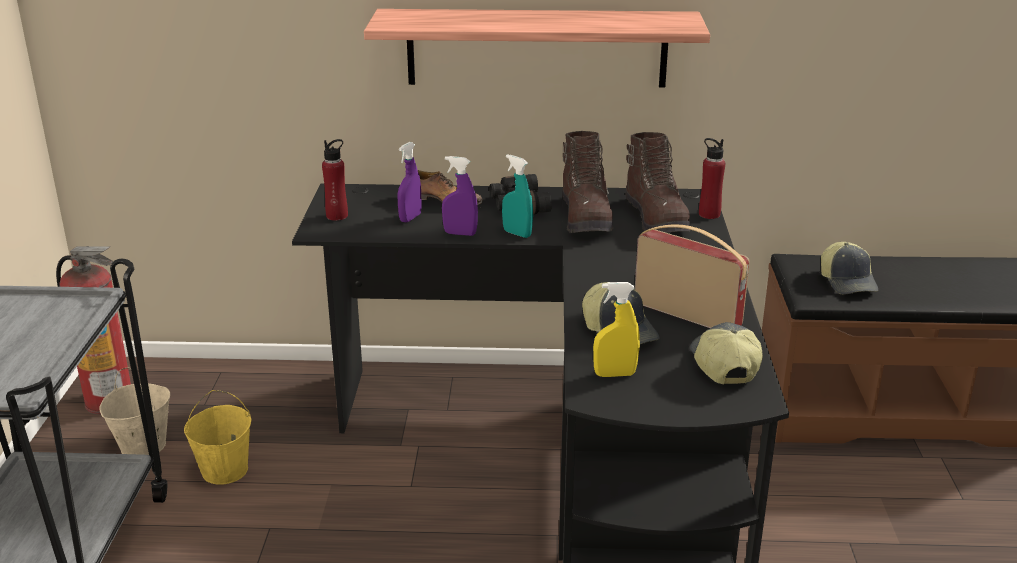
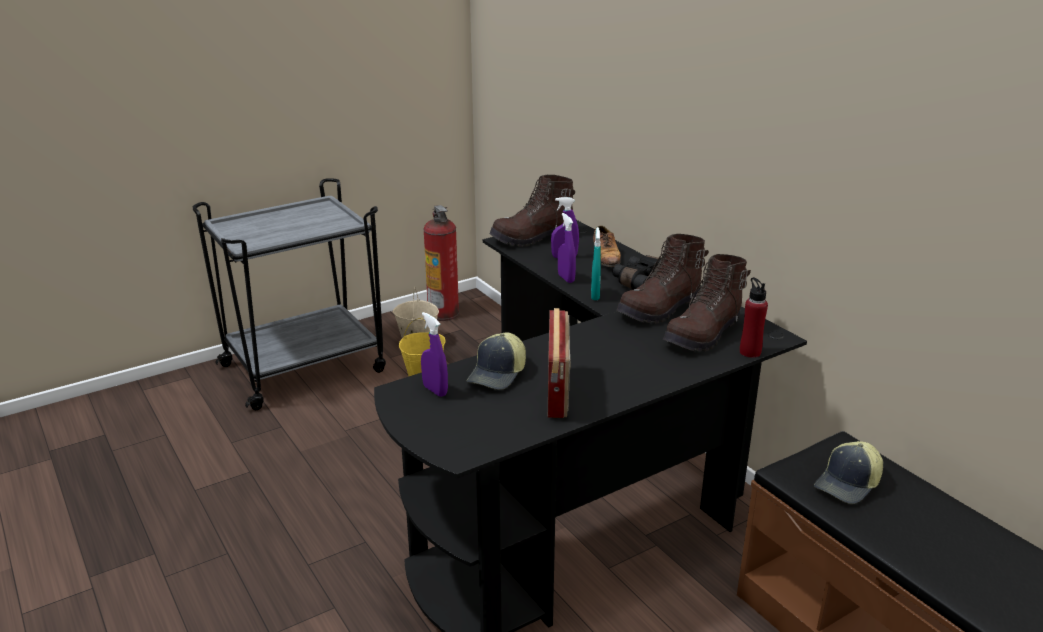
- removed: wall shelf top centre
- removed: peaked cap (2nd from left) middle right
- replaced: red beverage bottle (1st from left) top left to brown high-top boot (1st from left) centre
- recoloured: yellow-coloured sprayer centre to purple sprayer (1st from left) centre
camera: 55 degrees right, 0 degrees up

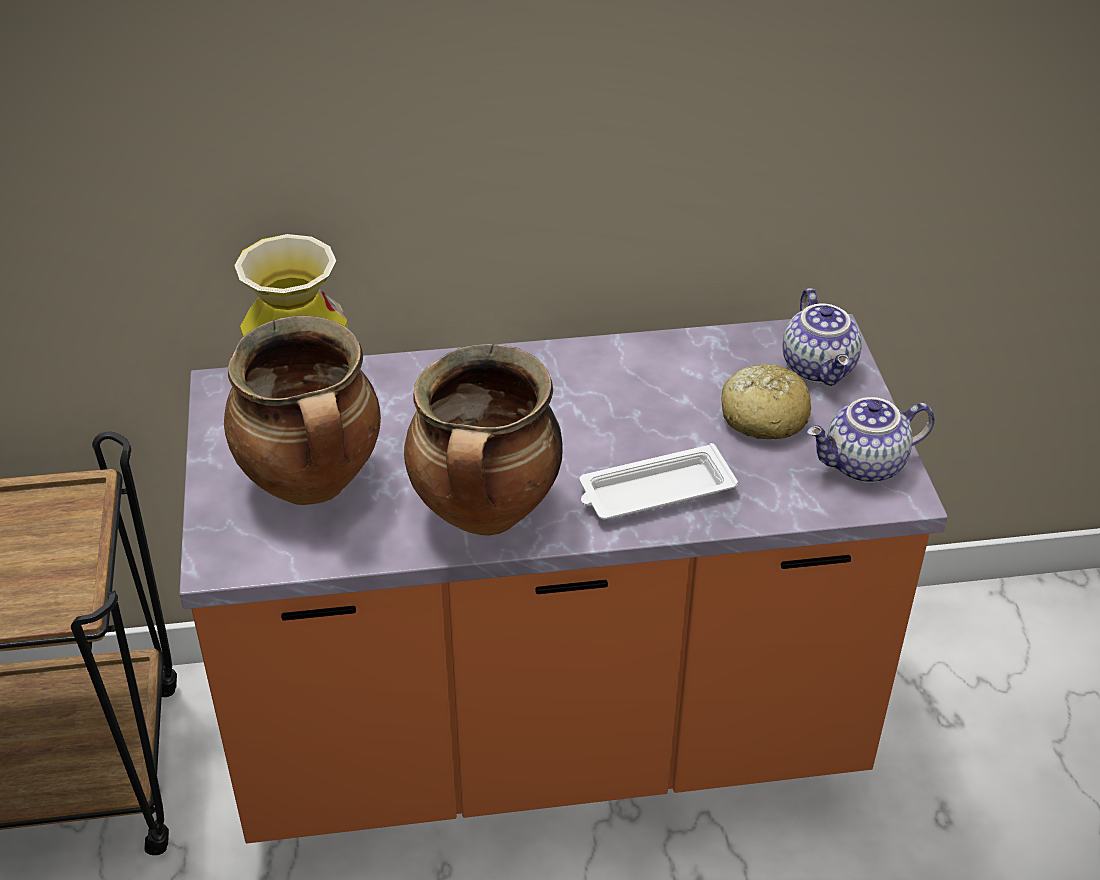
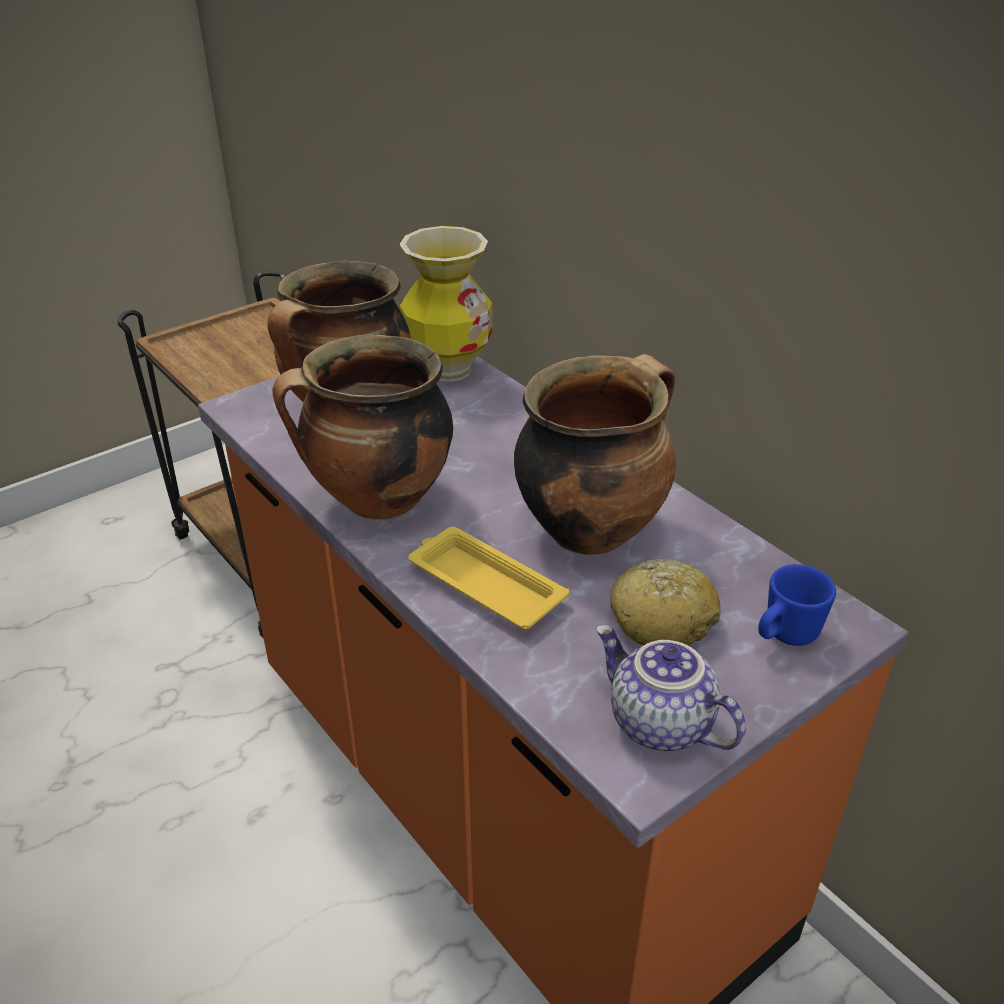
- added: saucepot (3rd from left) centre
- replaced: pot for tea (1st from left) middle right to blue tea mug middle right
- recoloured: whitish serving tray centre to yellow-coloured serving tray centre
camera: 60 degrees right, 5 degrees down

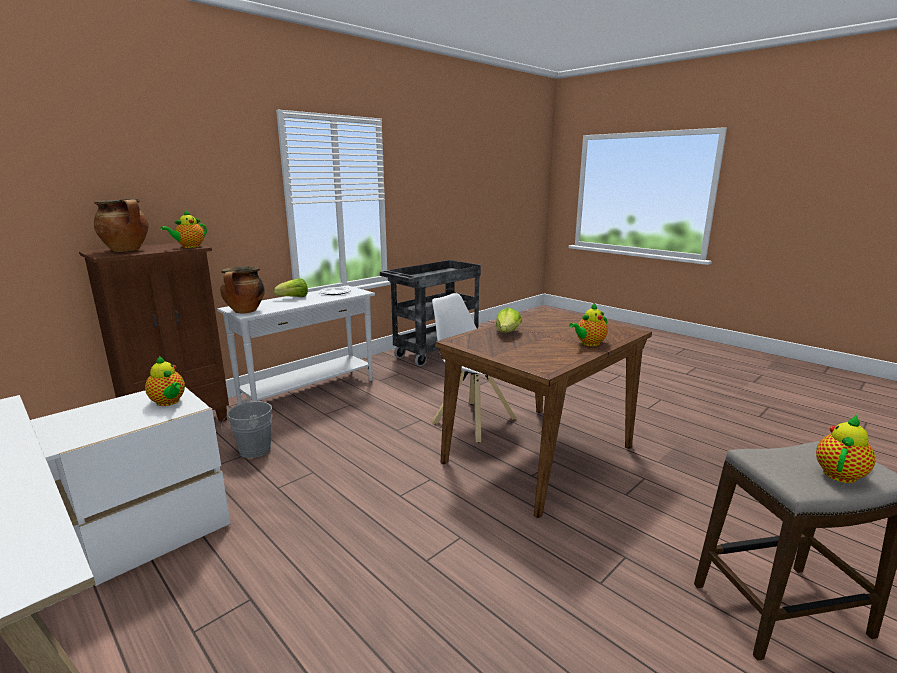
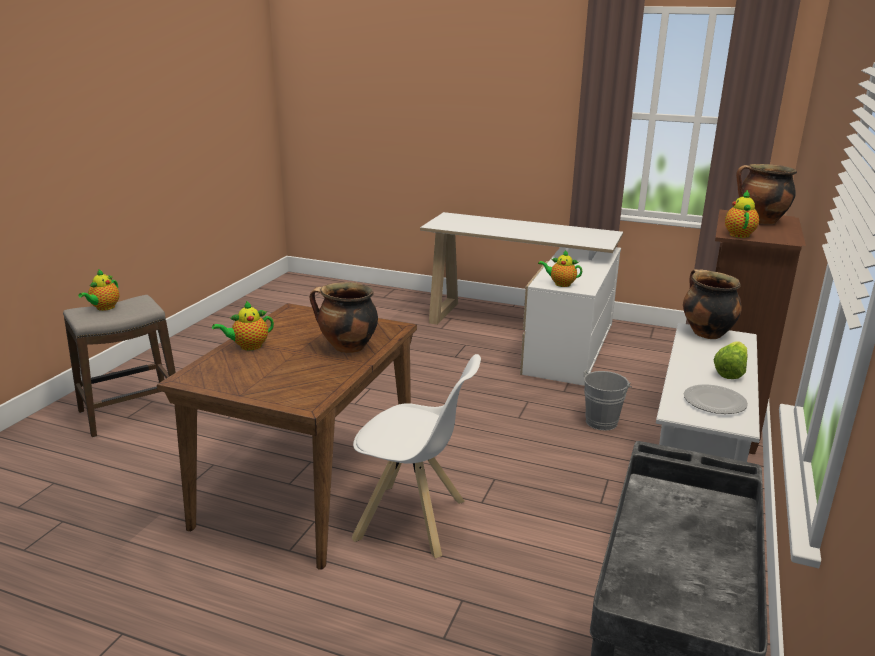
- replaced: head of lettuce (2nd from left) centre to saucepot (1st from left) centre
- turned: pot for tea (3rd from left in the first image) centre = middle left 150 degrees counterclockwise
camera: 155 degrees right, 5 degrees up

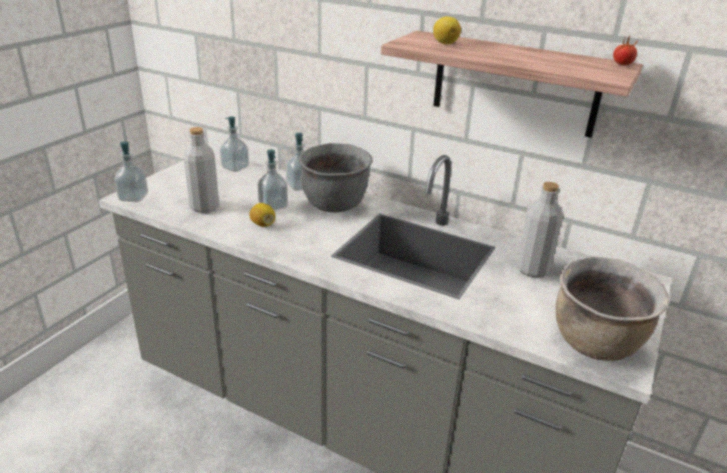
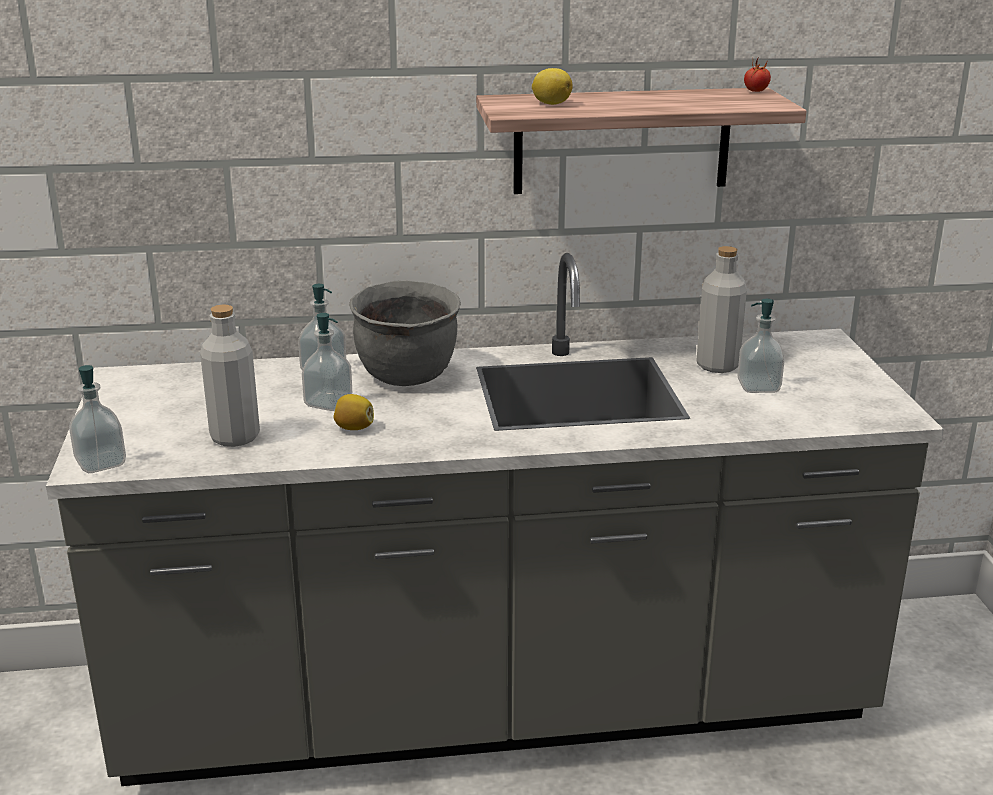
- removed: brown saucepot middle right
- moved: soap bottle (2nd from left in the first image) top left to soap bottle (4th from left) middle right
camera: 35 degrees left, 5 degrees down

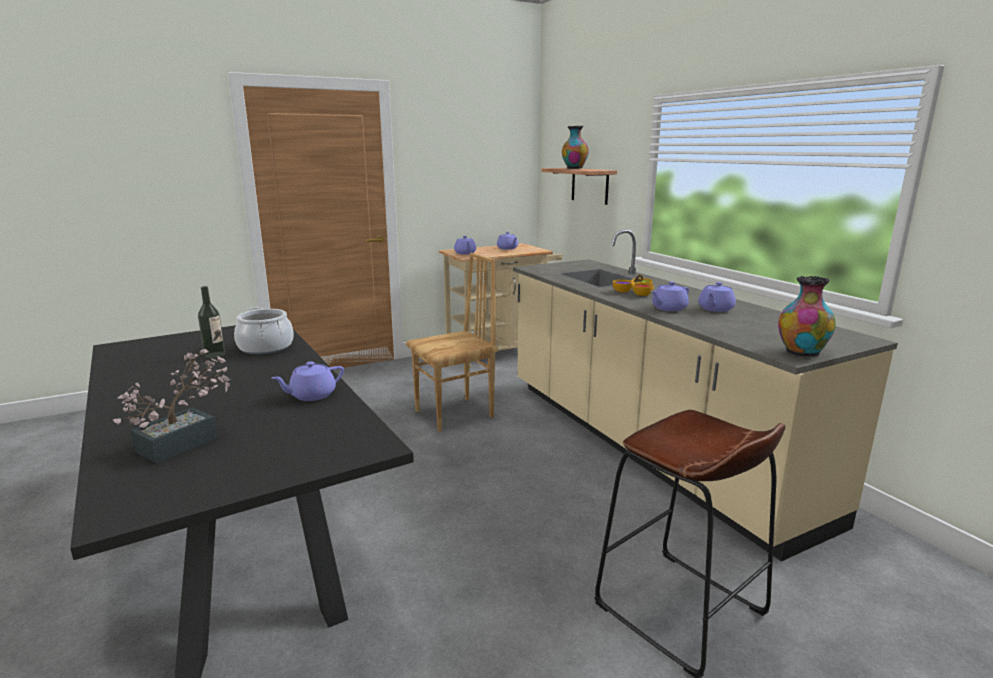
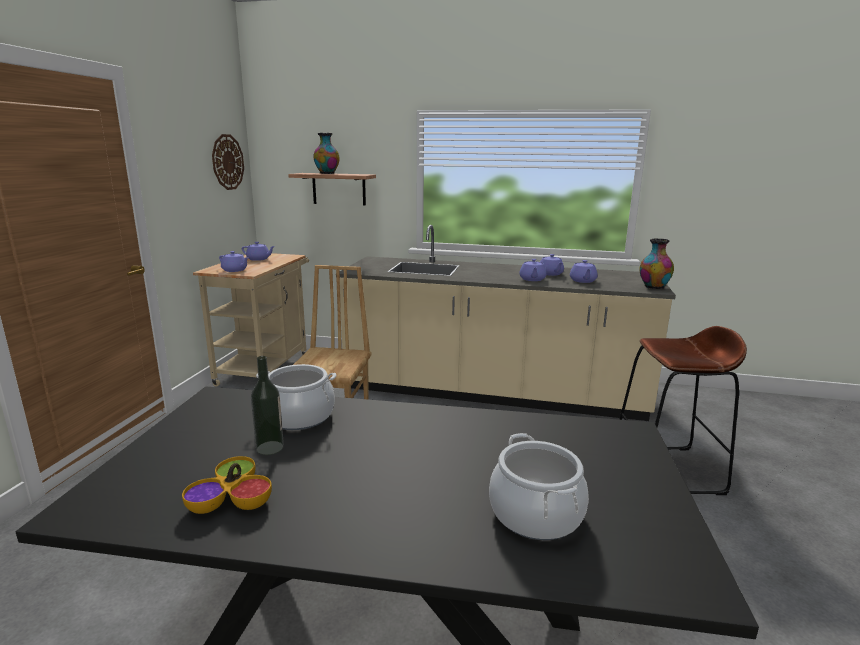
- added: wall clock top left
- moved: purple pot for tea (1st from left in the first image) middle left to purple pot for tea (5th from left) middle right
- moved: serving bowl centre to bottom left
- replaced: plant in a pot middle left to saucepot (2nd from left) bottom centre
camera: 50 degrees left, 0 degrees up

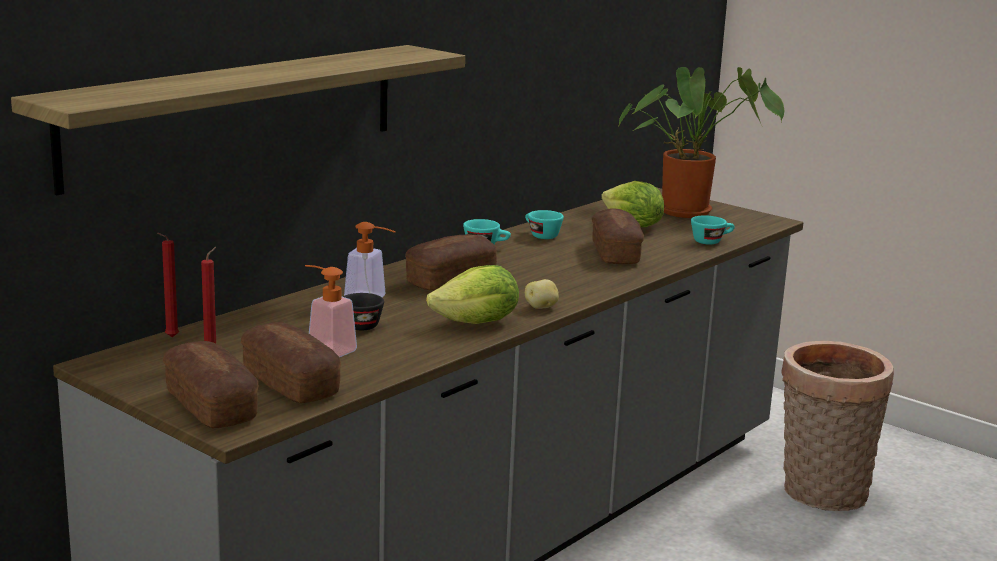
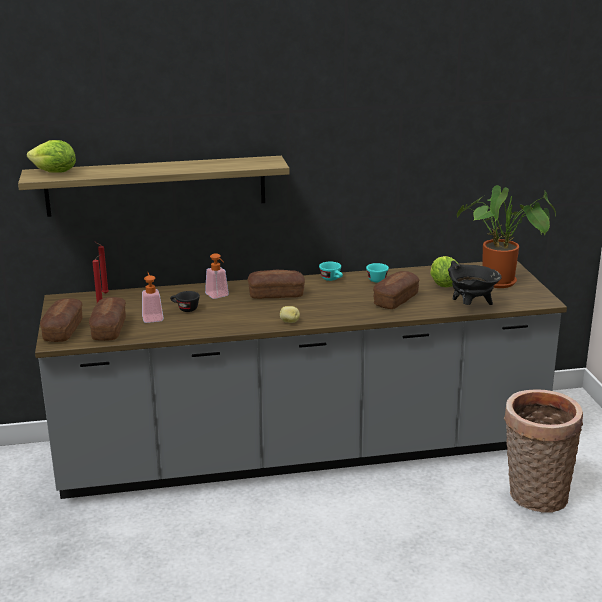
- moved: head of lettuce (1st from left) centre to top left
- replaced: turquoise-coloured drinking cup (3rd from left) middle right to black-coloured saucepot middle right
camera: 40 degrees right, 5 degrees up

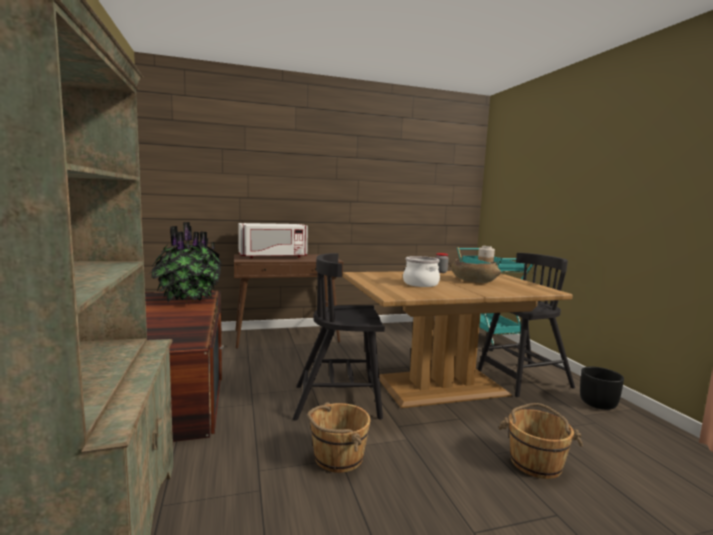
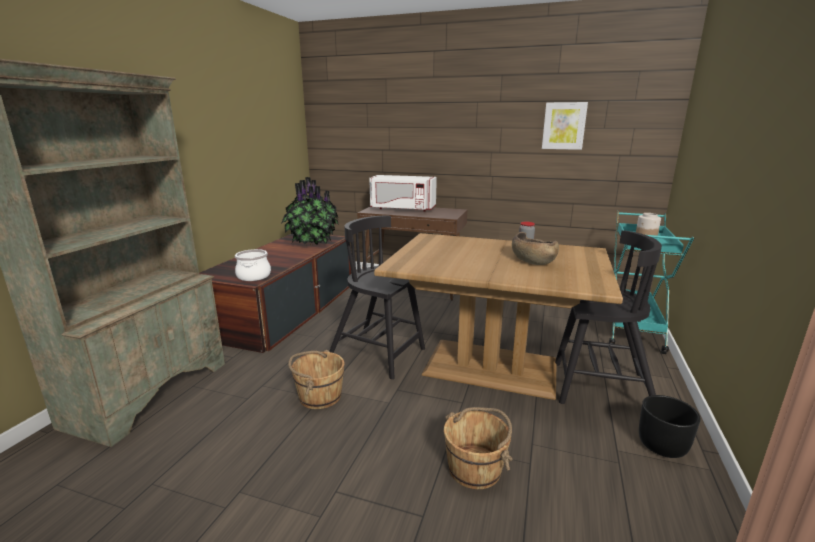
- added: picture top right
- moved: saucepot centre to middle left
camera: 35 degrees right, 10 degrees up

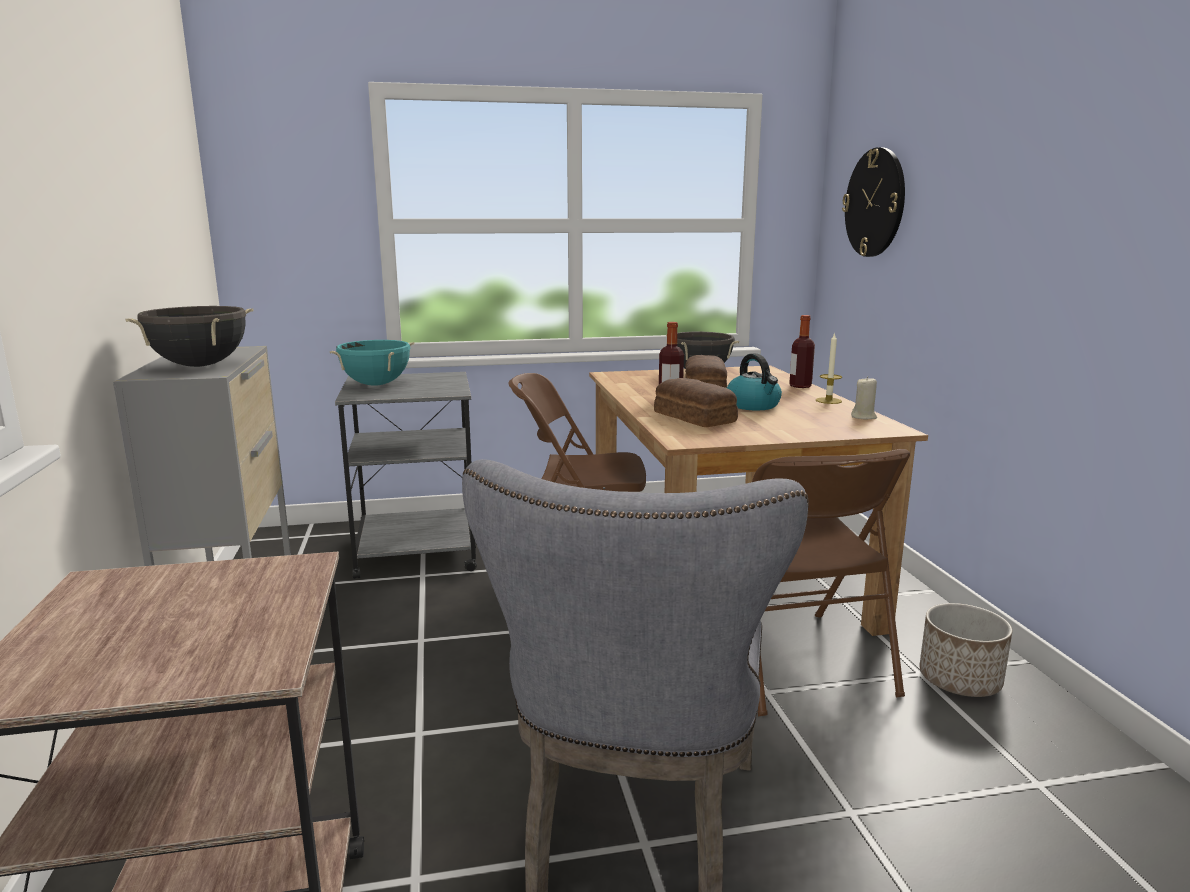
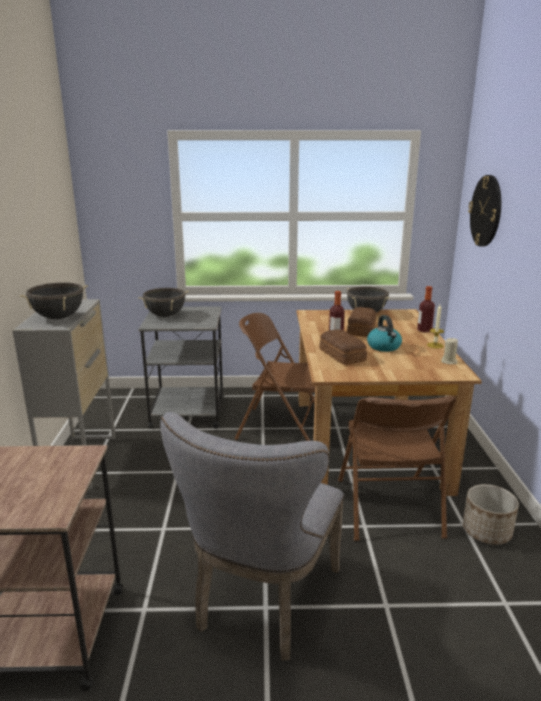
- recoloured: turquoise-coloured saucepot middle left to black-coloured saucepot (2nd from left) middle left
camera: 10 degrees right, 5 degrees up

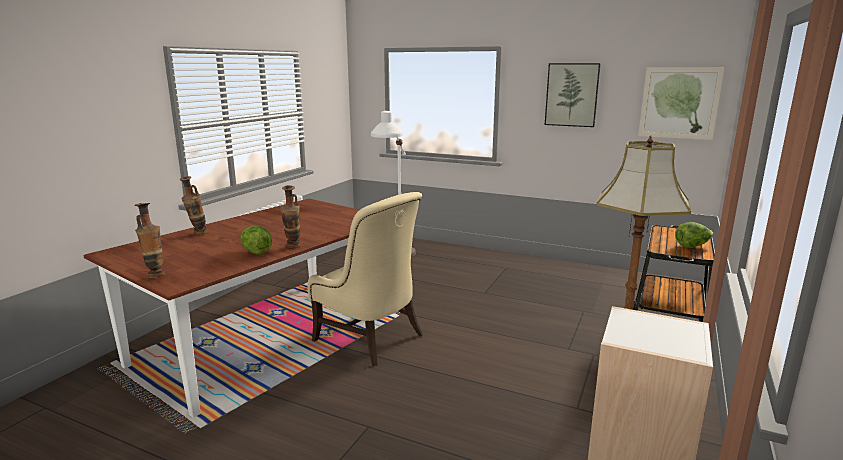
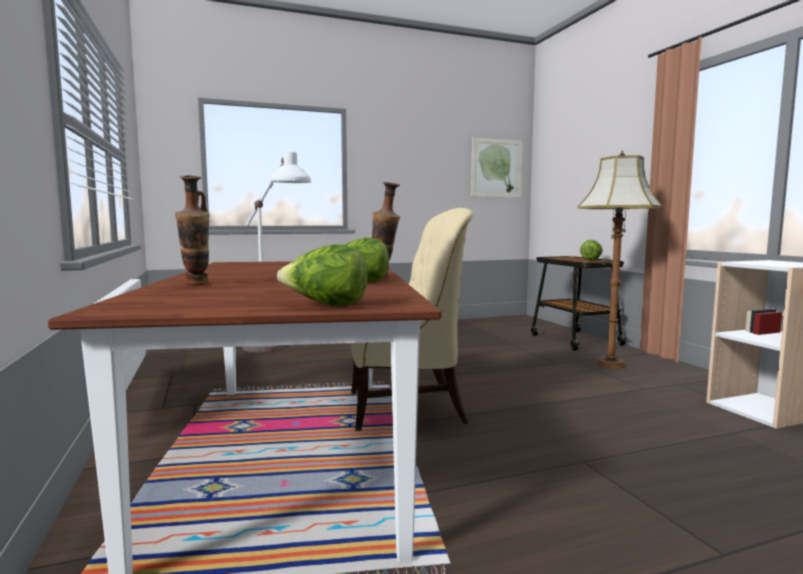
- removed: picture (1st from left) top right
- replaced: vase (1st from left) middle left to head of lettuce (1st from left) centre
camera: 45 degrees left, 10 degrees down

